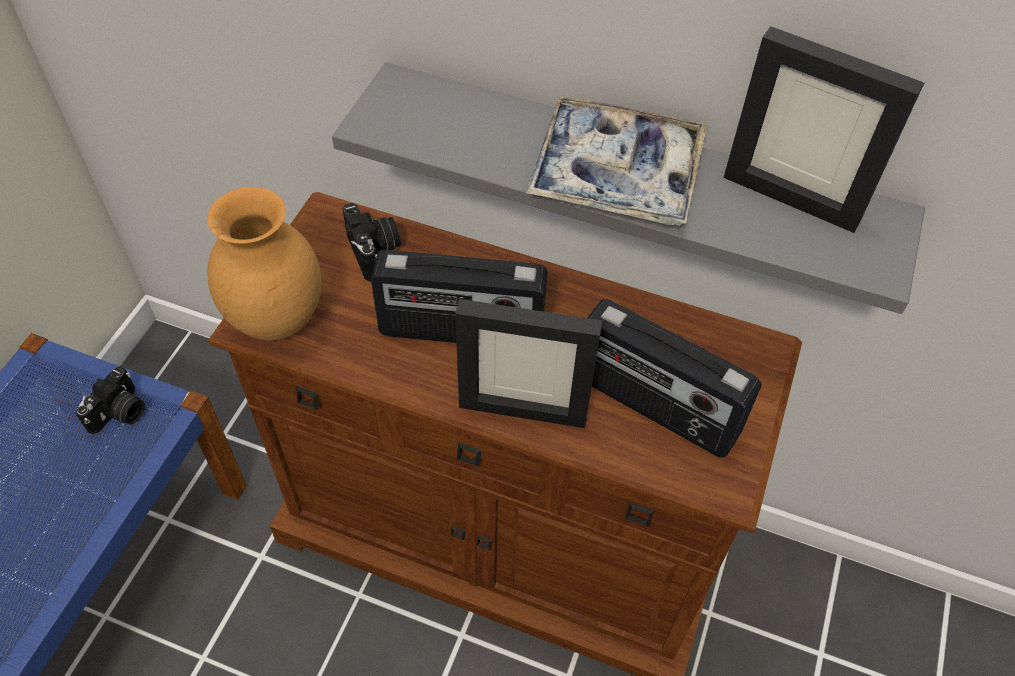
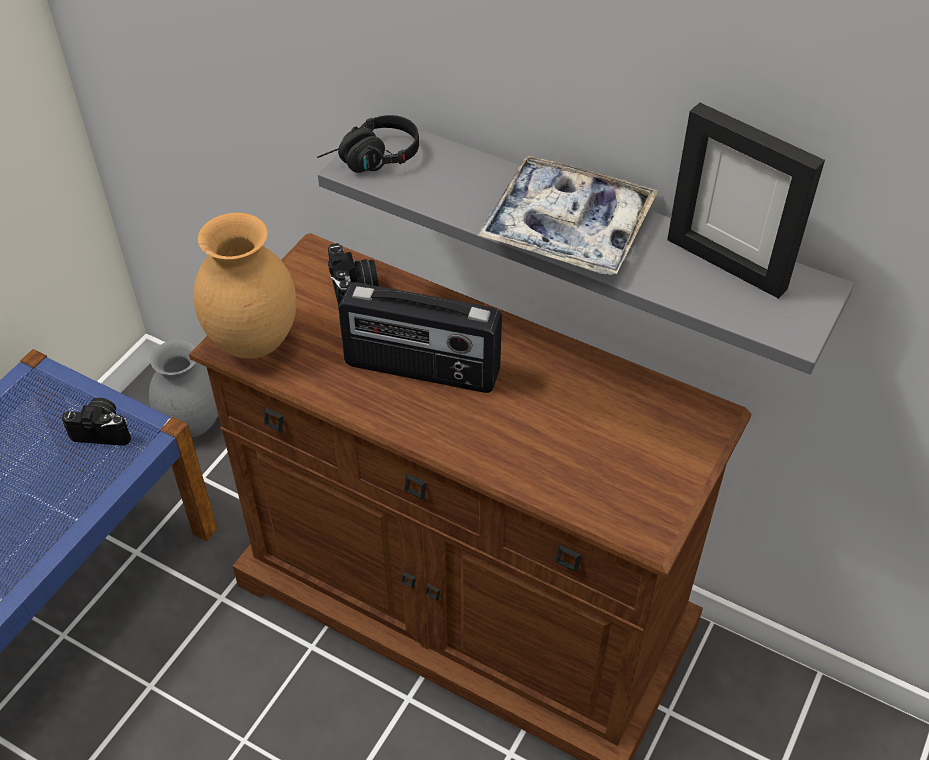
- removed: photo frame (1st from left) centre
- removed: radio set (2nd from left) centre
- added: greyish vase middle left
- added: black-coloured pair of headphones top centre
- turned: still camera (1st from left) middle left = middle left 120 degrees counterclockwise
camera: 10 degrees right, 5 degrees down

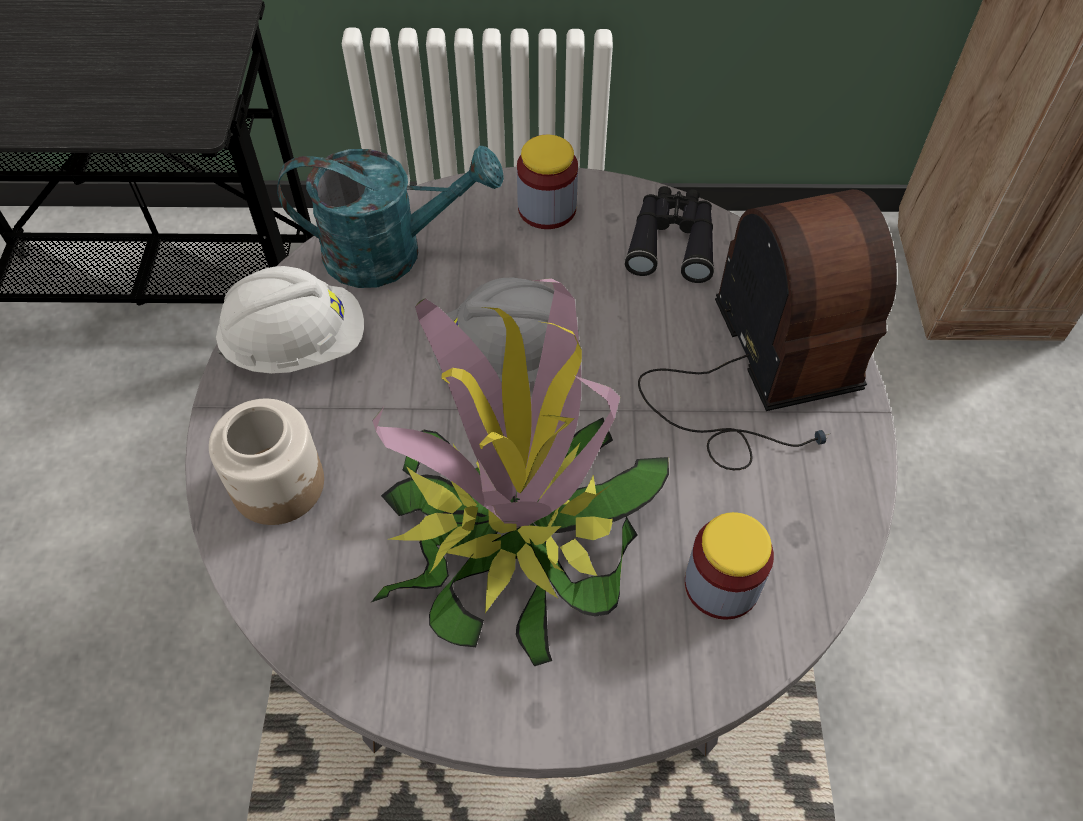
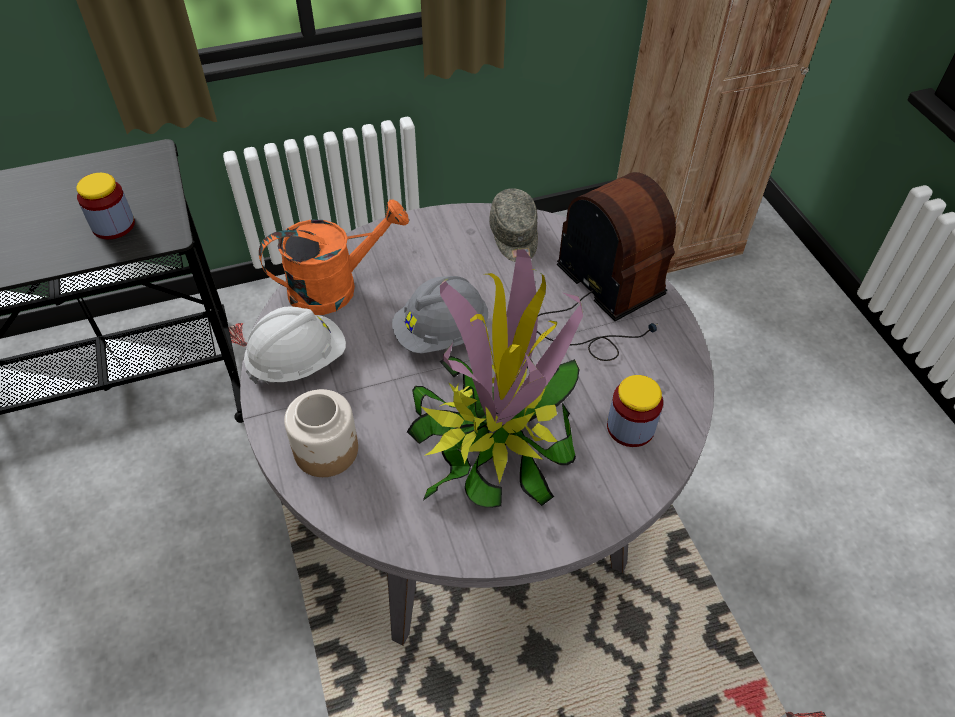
- moved: jar (2nd from left in the first image) top centre to jar (1st from left) top left
- replaced: black-coloured pair of binoculars top centre to greyish peaked cap top centre
- recoloured: turquoise-coloured sprinkling can top centre to orangey sprinkling can centre
camera: 20 degrees left, 5 degrees down

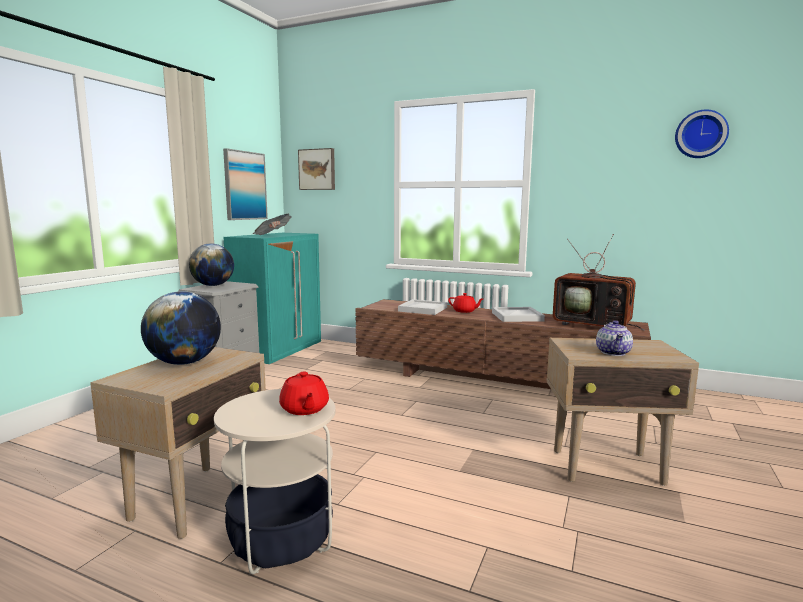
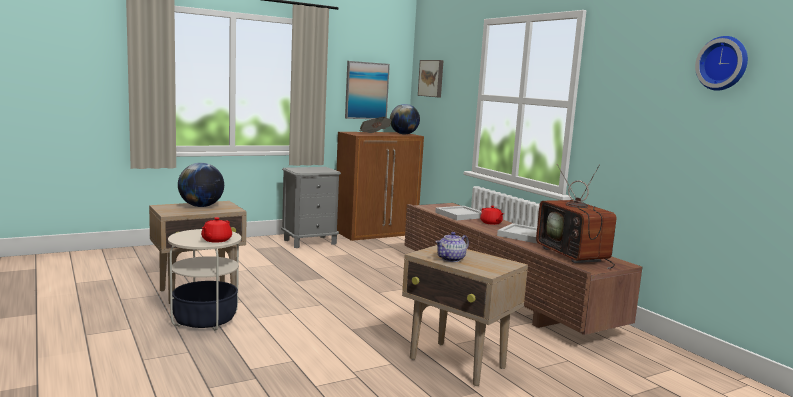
- moved: world globe (2nd from left) middle left to top centre
- recoloured: turquoise-coloured cupboard centre to brown cupboard centre
camera: 35 degrees right, 0 degrees up

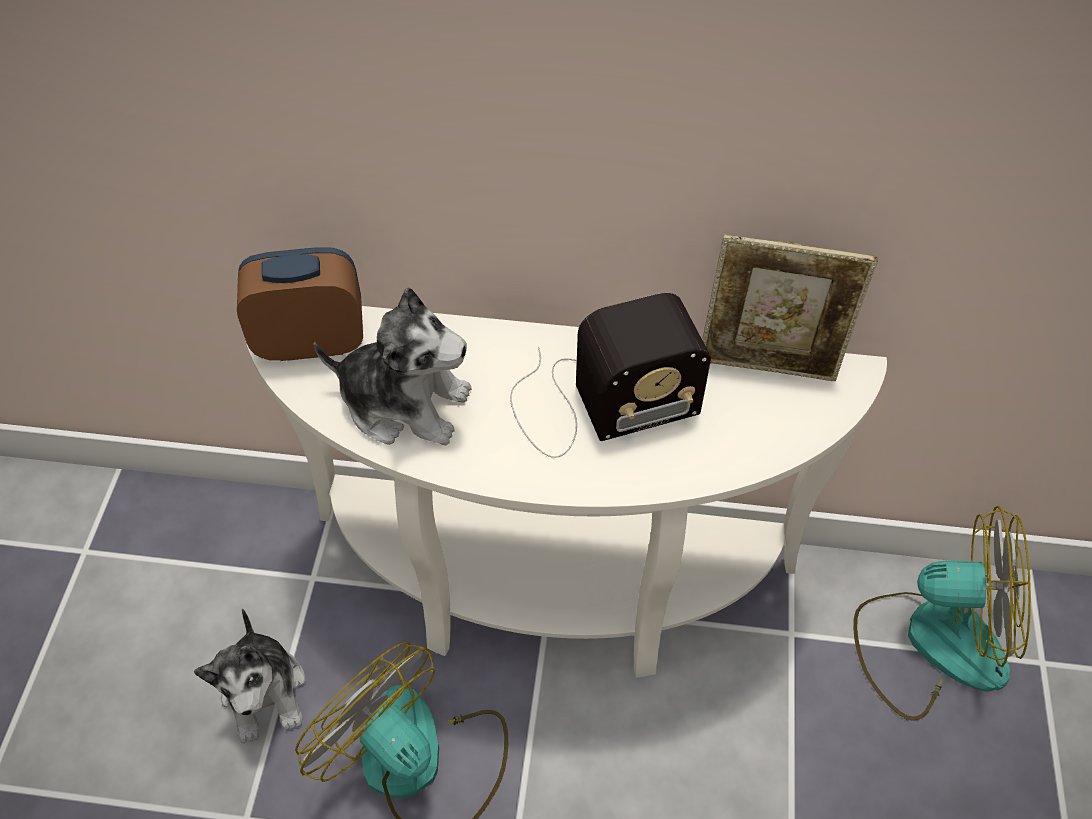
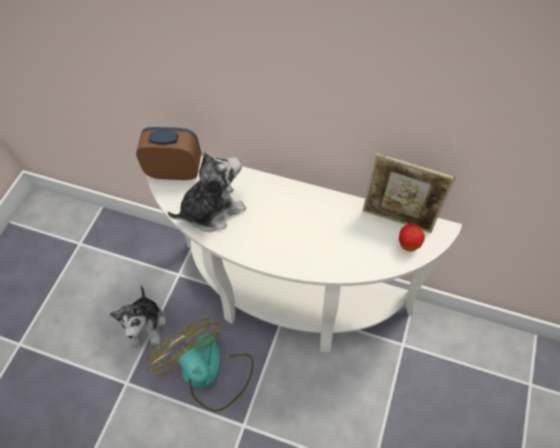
- removed: radio set centre
- removed: cooling fan (2nd from left) bottom right
- added: apple middle right
- turned: cuddly toy (2nd from left) centre = centre 60 degrees counterclockwise
camera: 15 degrees right, 5 degrees up

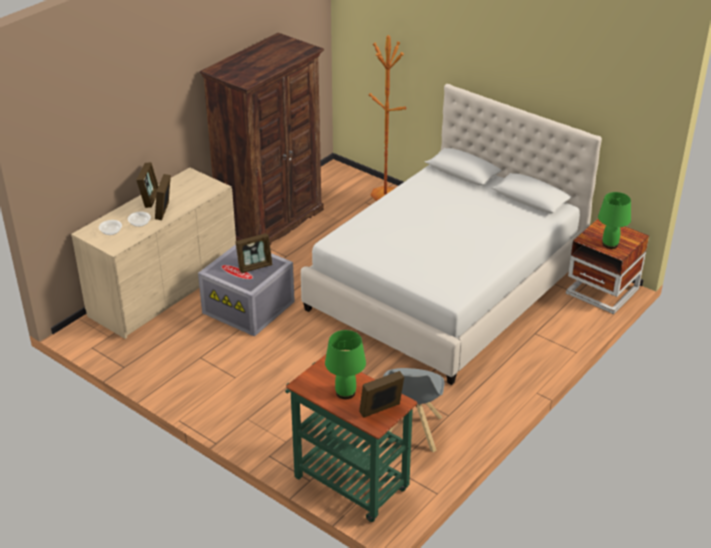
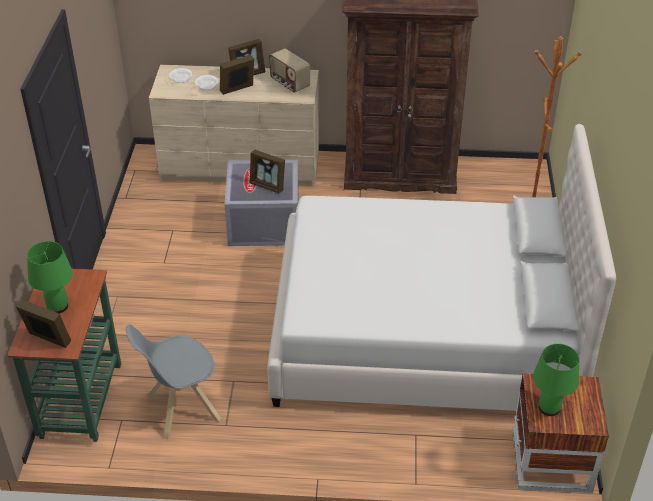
- added: radio set top centre
camera: 55 degrees right, 5 degrees up

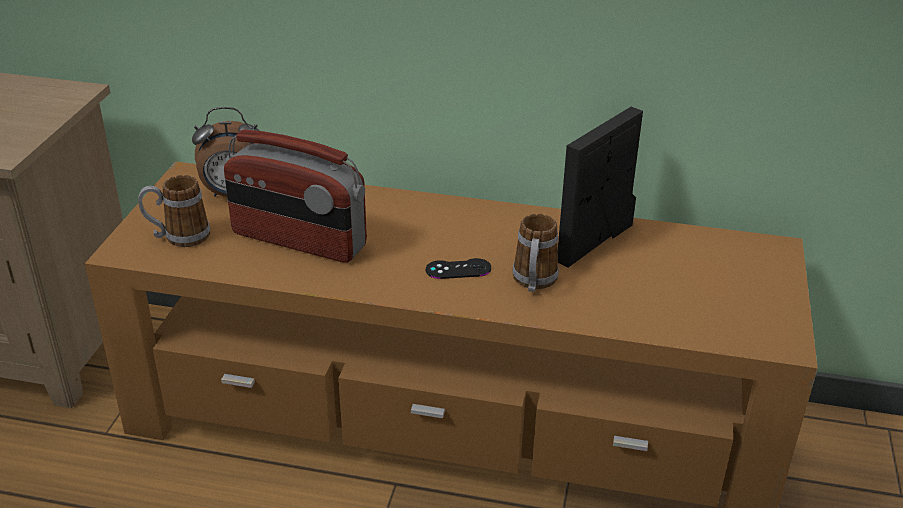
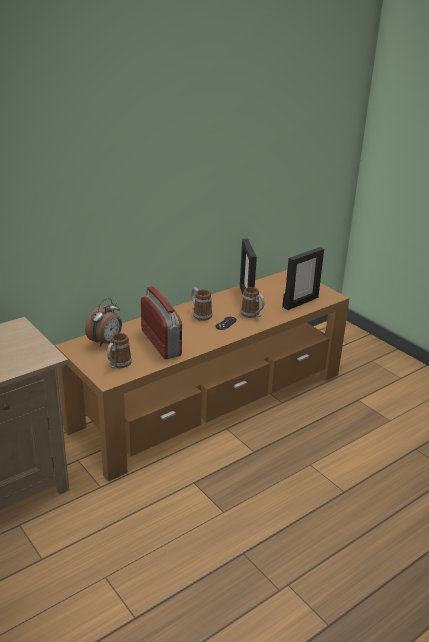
- added: tea mug (2nd from left) centre
- added: photo frame (2nd from left) middle right
- turned: radio set middle left = centre 90 degrees counterclockwise
camera: 50 degrees left, 5 degrees down

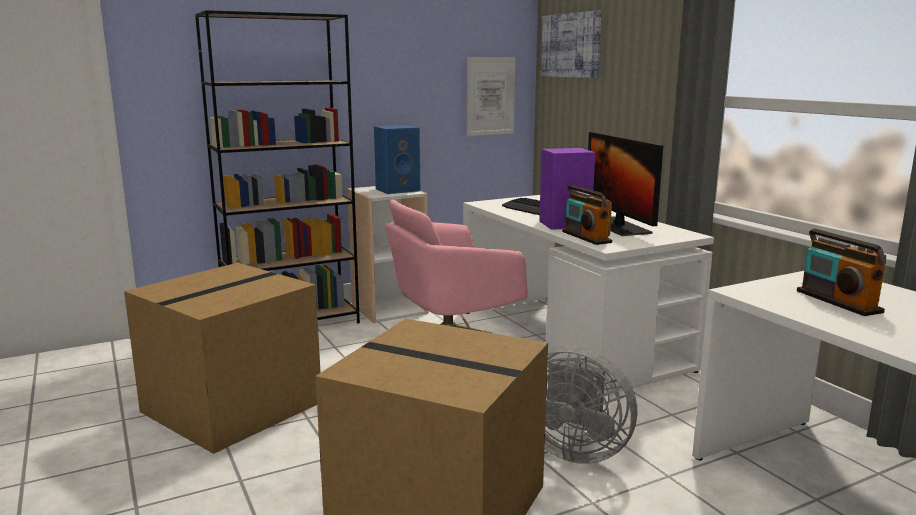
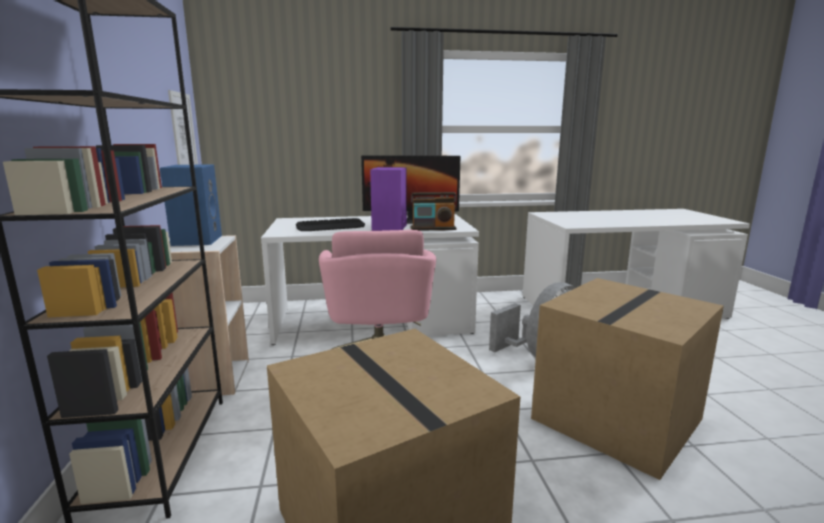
- removed: picture (2nd from left) top centre
- removed: radio set (2nd from left) middle right
camera: 70 degrees left, 0 degrees up

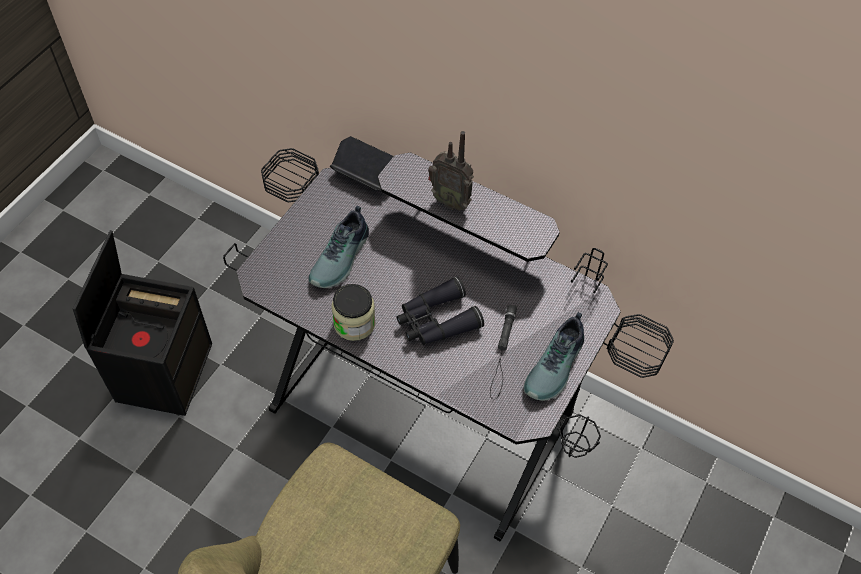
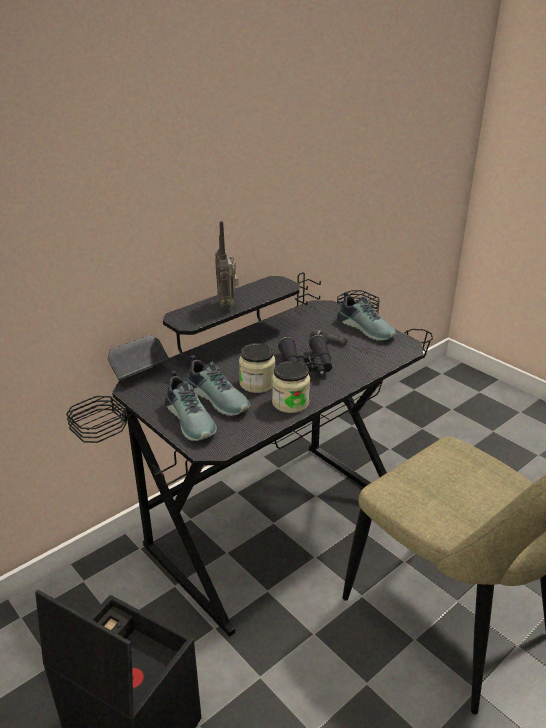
- added: item of footwear (1st from left) centre
- added: jar (1st from left) centre
- turned: radio set top centre = centre 120 degrees clockwise
camera: 70 degrees left, 25 degrees down

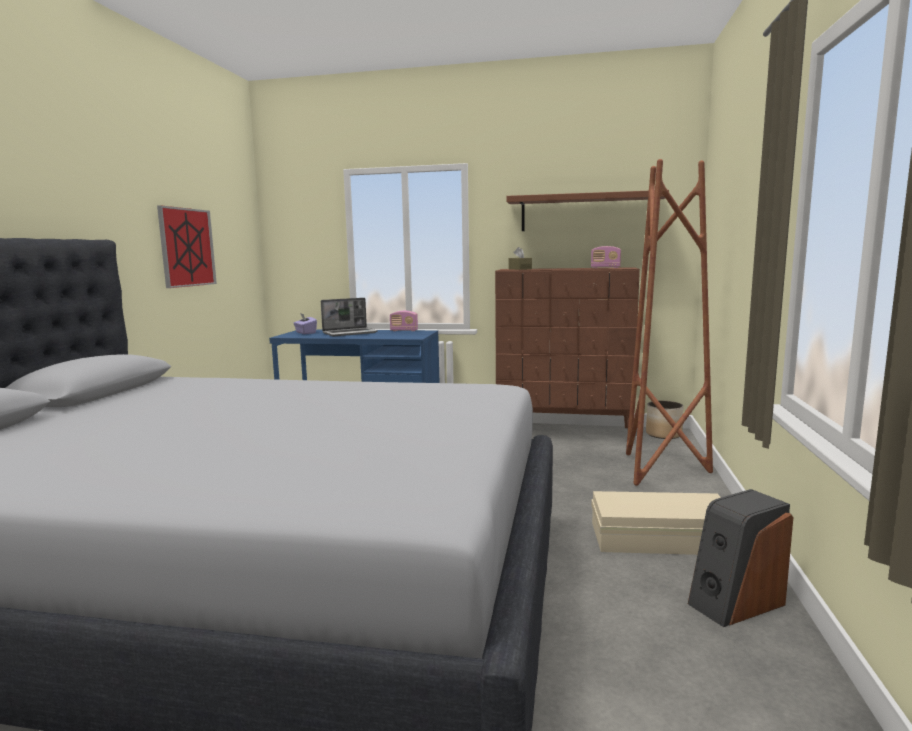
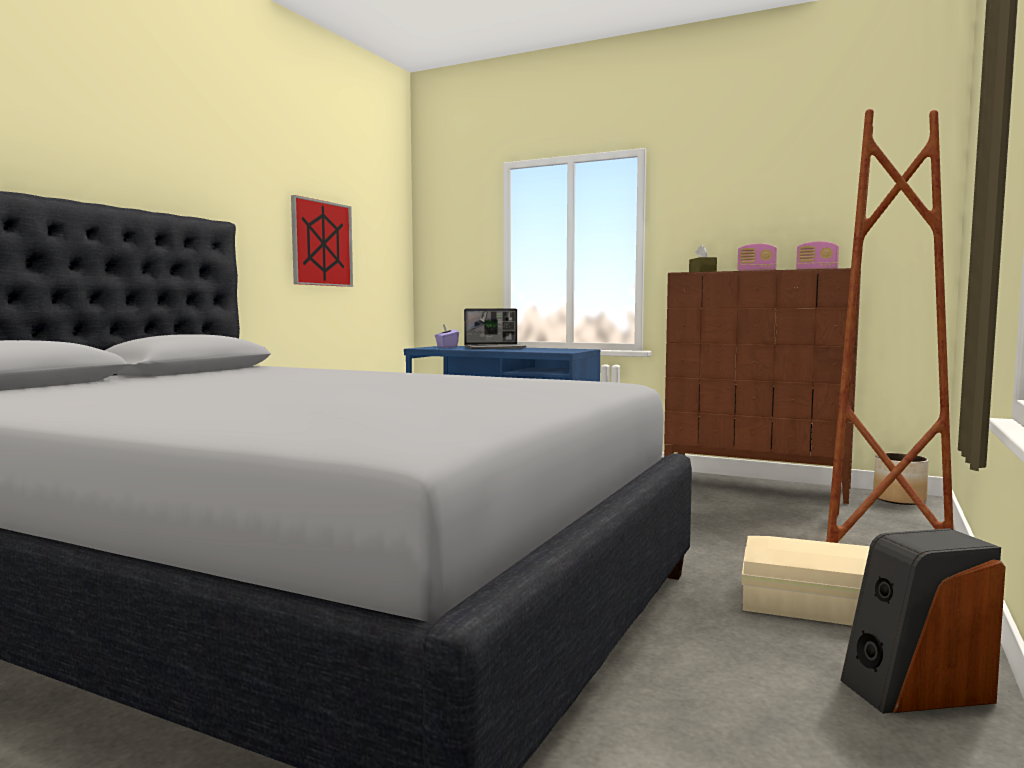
- removed: brown wall shelf top centre
- moved: radio set (1st from left) centre to middle right
camera: 15 degrees right, 5 degrees down

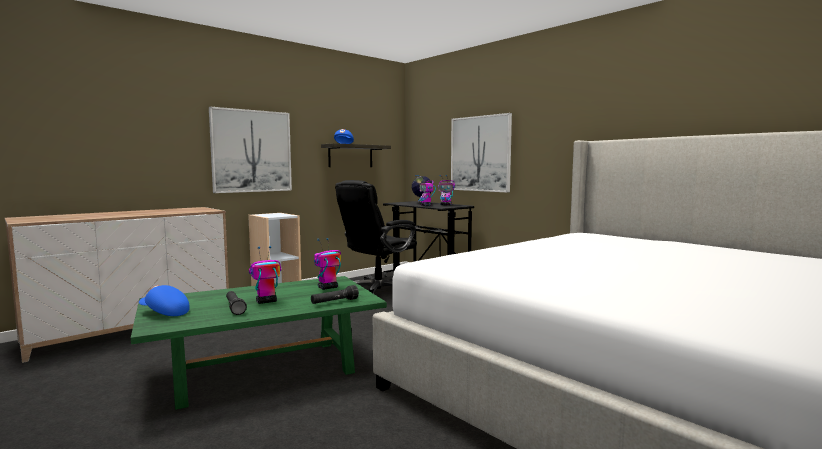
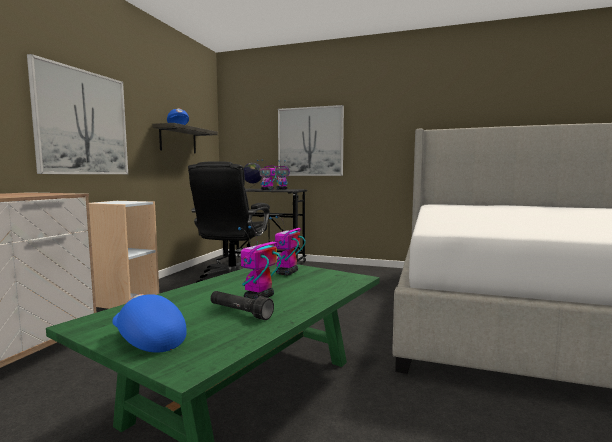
- removed: black-coloured hand torch (2nd from left) centre
- turned: blue peaked cap (1st from left) bottom left = bottom left 45 degrees clockwise
camera: 30 degrees left, 0 degrees up

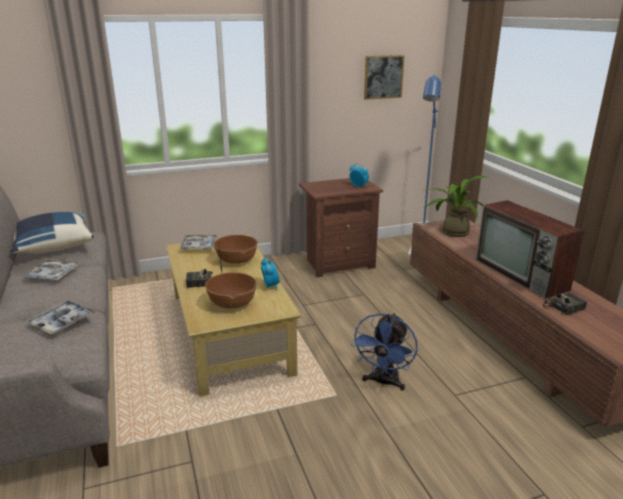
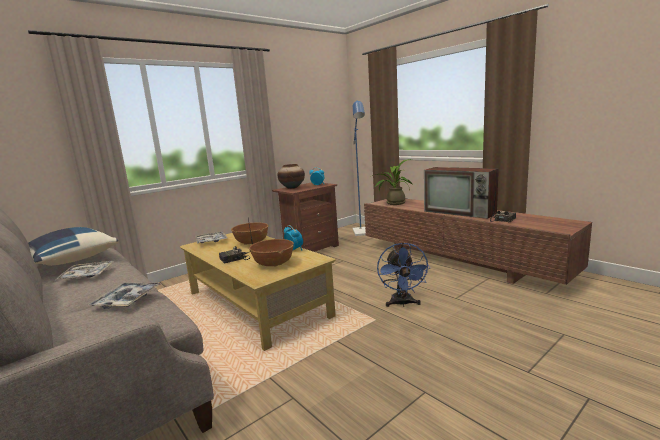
- removed: picture top centre
- added: vase centre
camera: 20 degrees left, 10 degrees down

